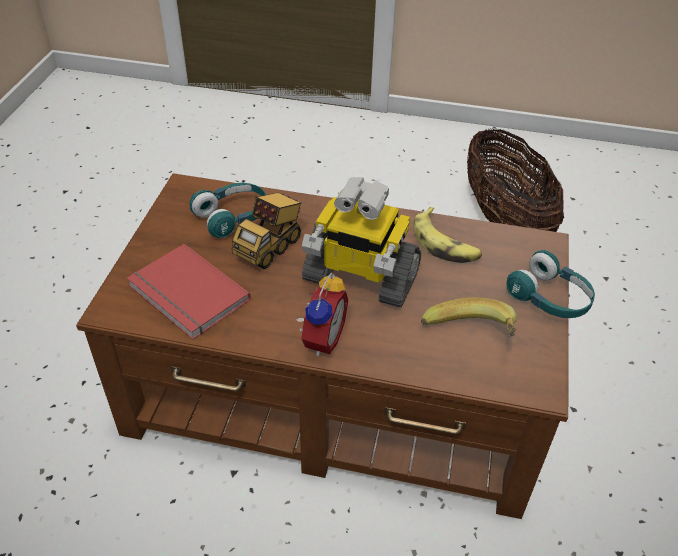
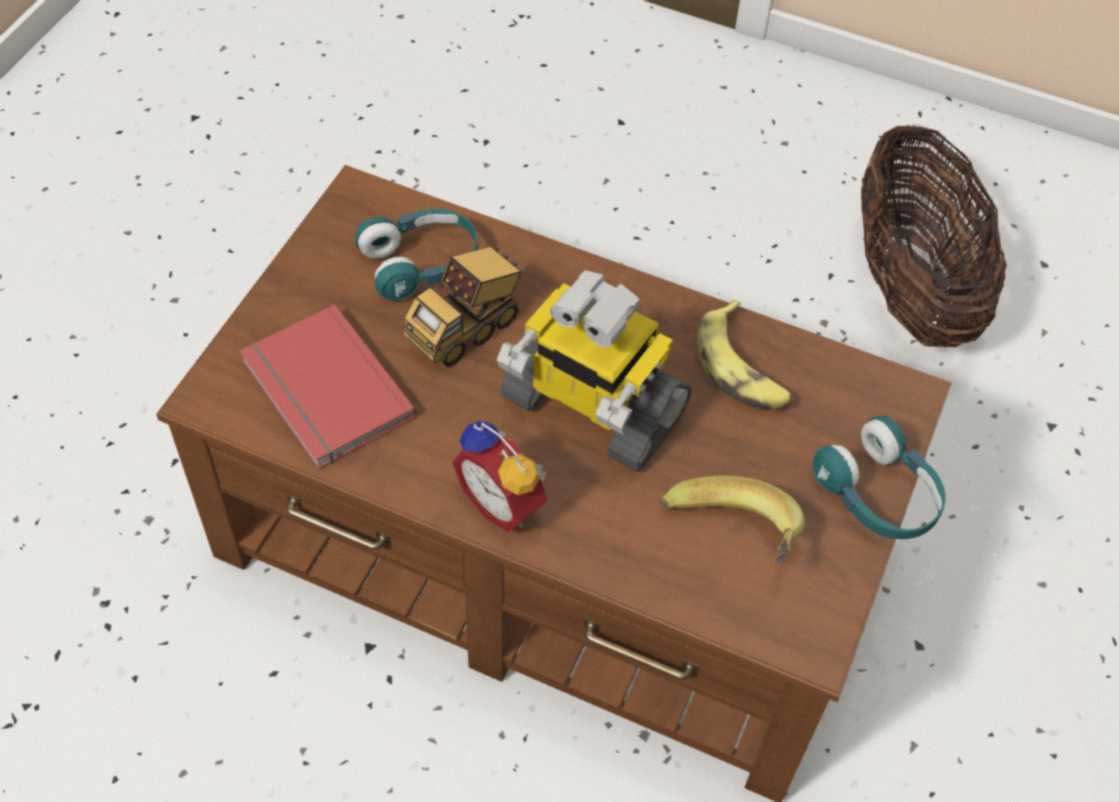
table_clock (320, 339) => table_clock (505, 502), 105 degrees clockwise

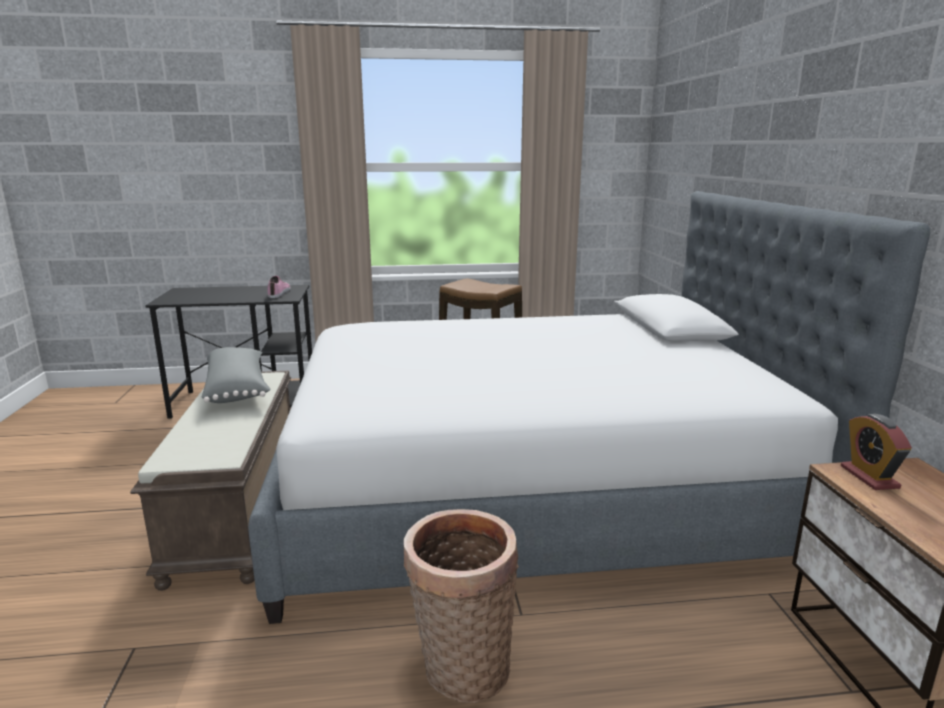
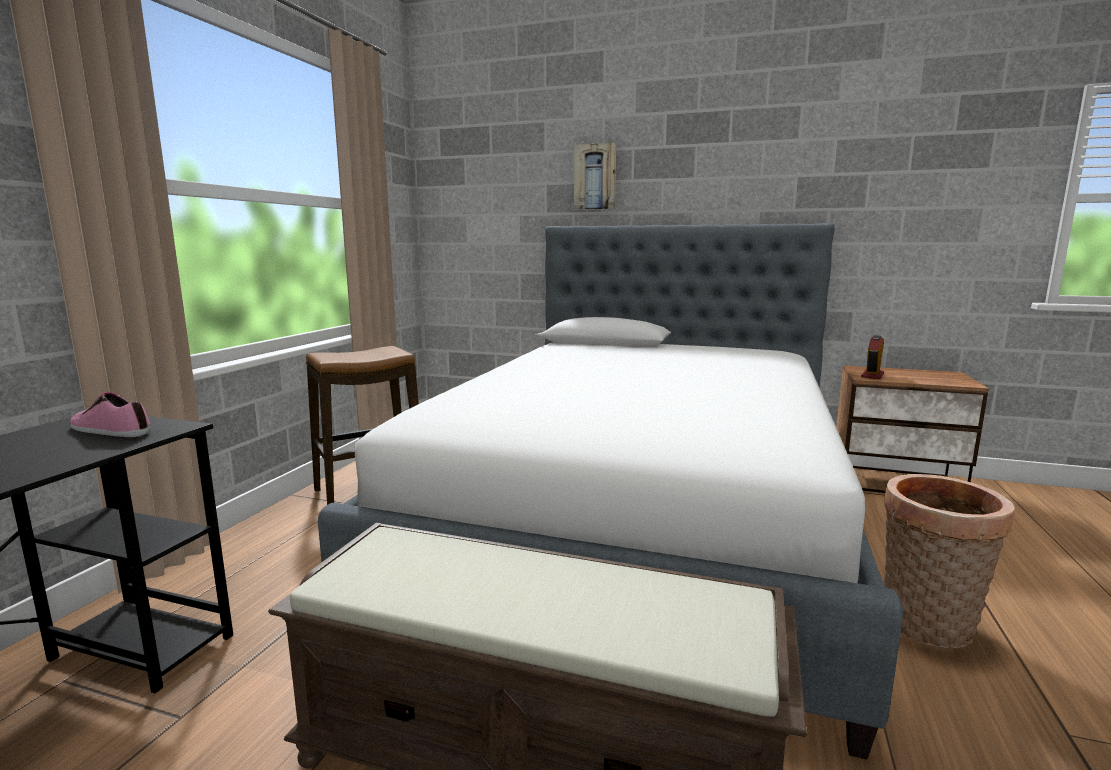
greyish_cushion (238, 389) => nothing
nothing => picture (595, 177)
table_clock (869, 477) => table_clock (872, 375), 105 degrees clockwise

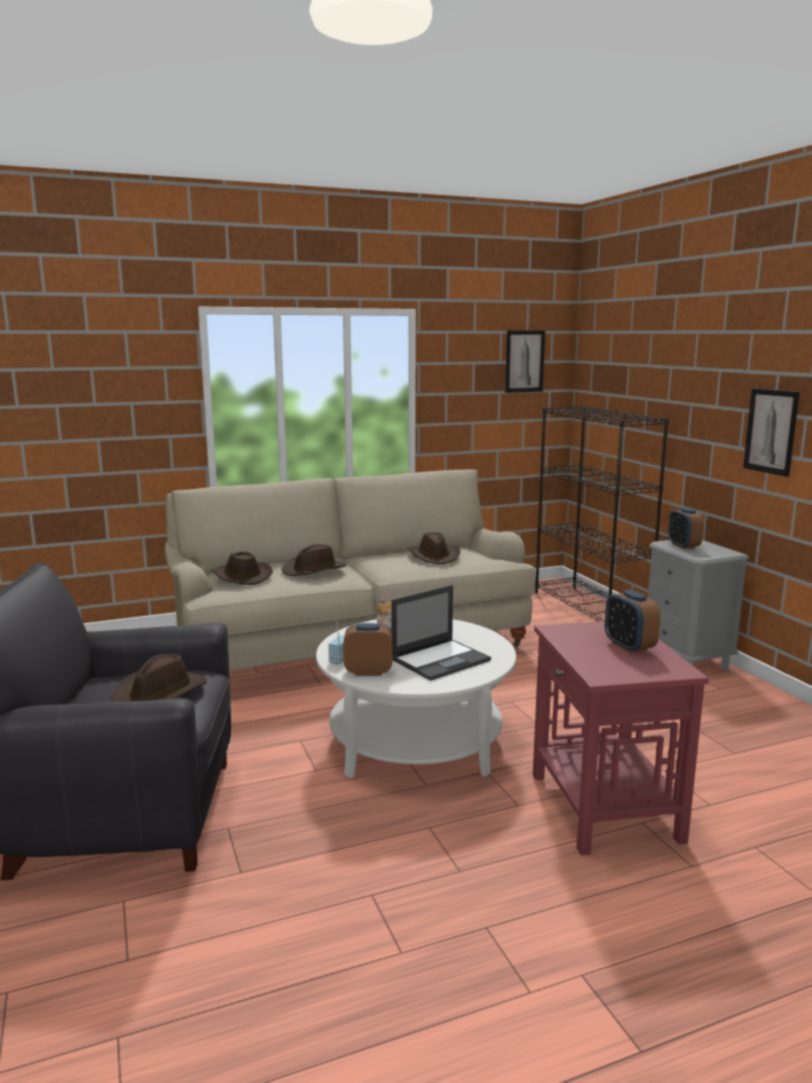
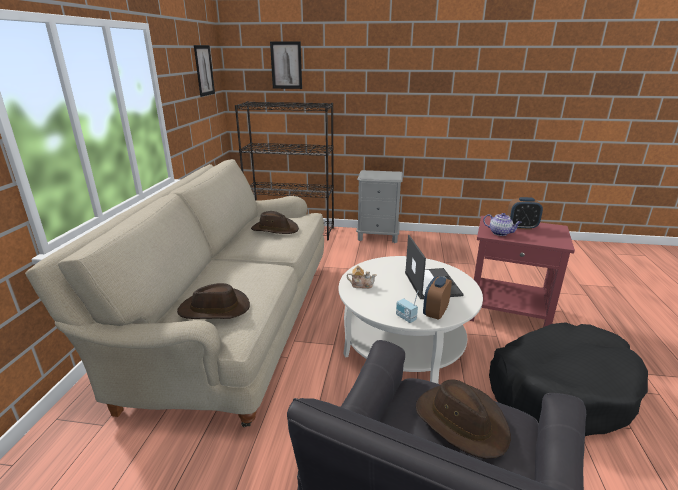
brown_hat (314, 570) => nothing
table_clock (683, 546) => nothing
nothing => pot_for_tea (500, 233)
nothing => black-coloured_dog_cushion (560, 389)
picture (771, 431) => picture (286, 65), move

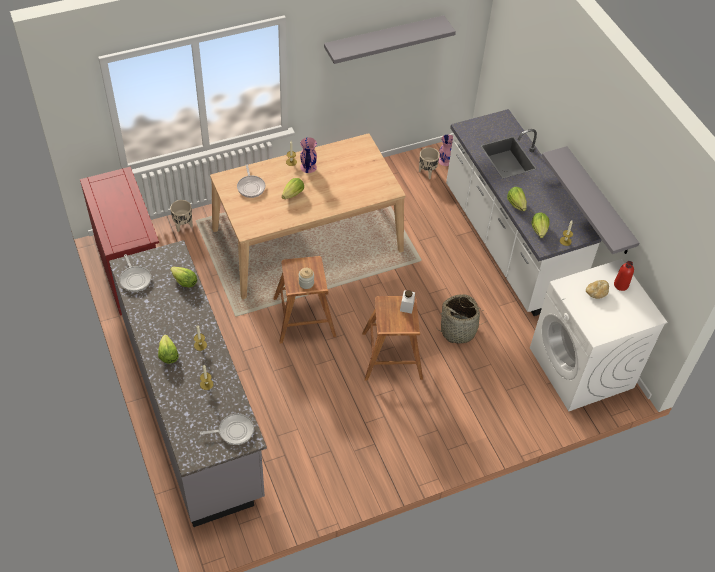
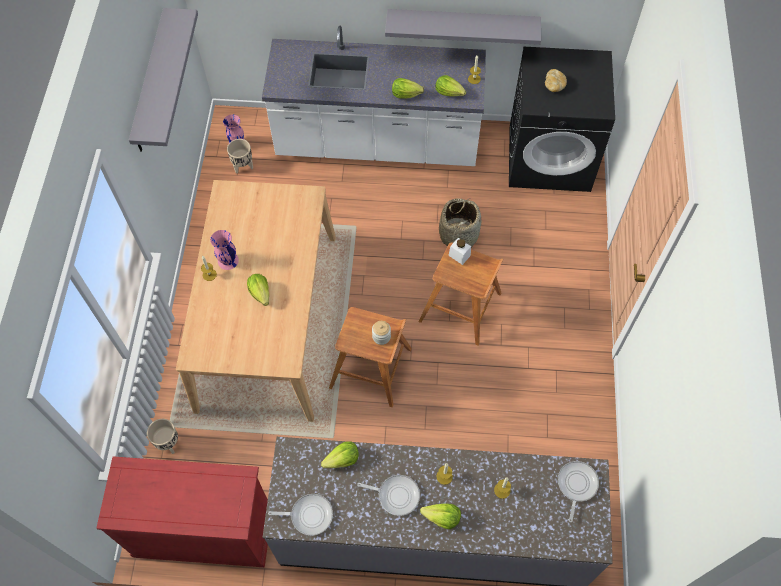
red-coloured_bottle (621, 285) => nothing
frying_pan (251, 186) => frying_pan (396, 495), move
white_washing_machine (582, 368) => black-coloured_washing_machine (550, 158)

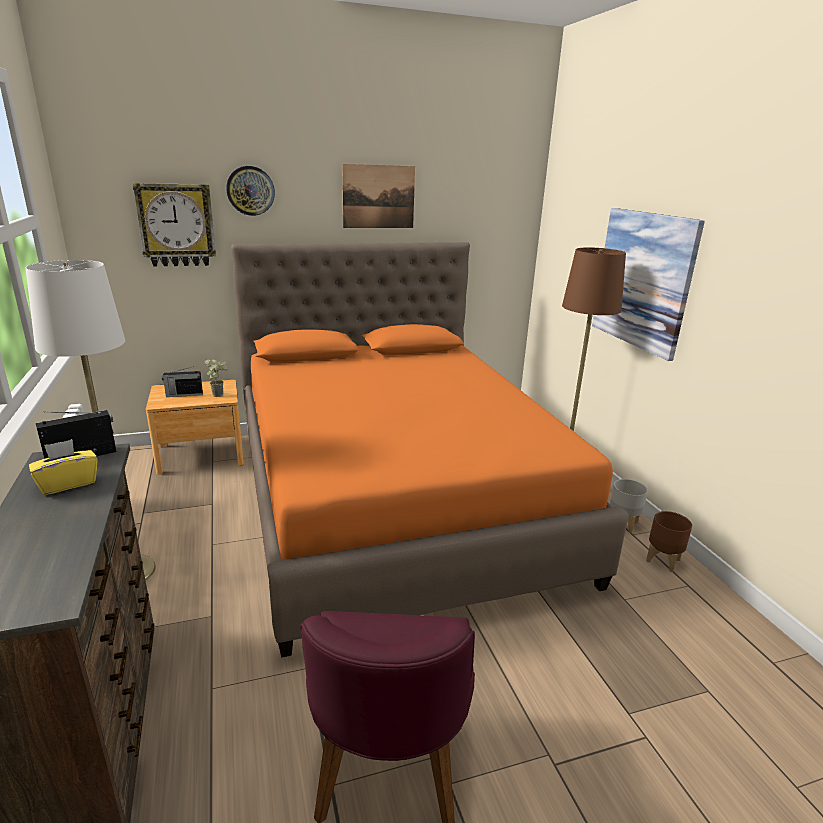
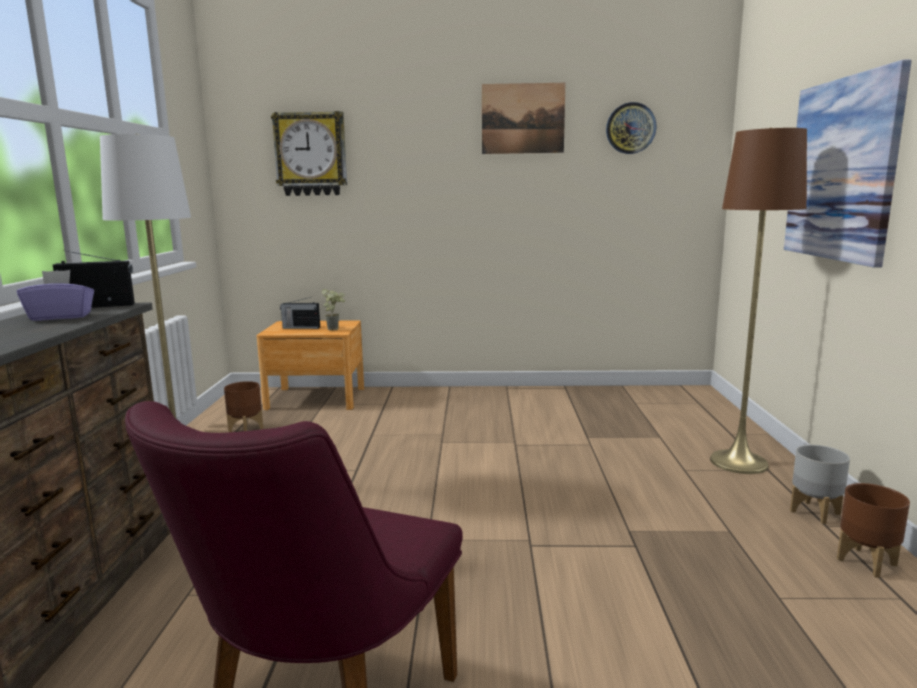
orange-coloured_bed (395, 498) => nothing
nothing => brown_plant_pot (246, 430)
hanging_clock (250, 190) => hanging_clock (630, 128), move
yellowish_tissue_holder (68, 483) => purple_tissue_holder (61, 317)

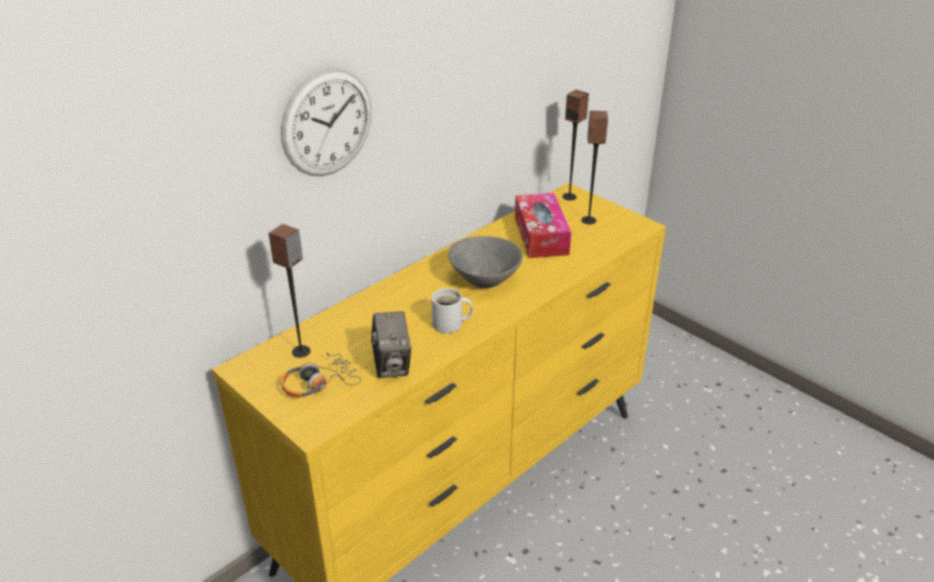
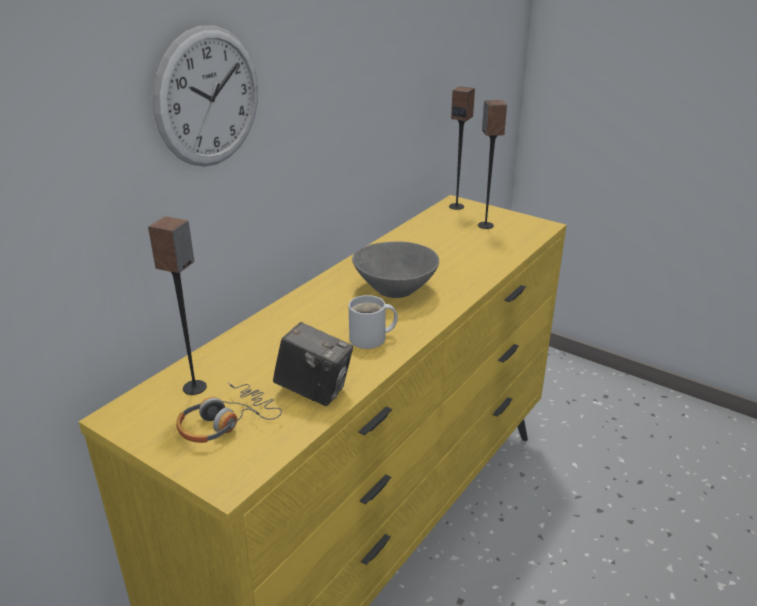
tissue_holder (541, 235) => nothing
photo_camera (392, 364) => photo_camera (314, 390), 45 degrees counterclockwise

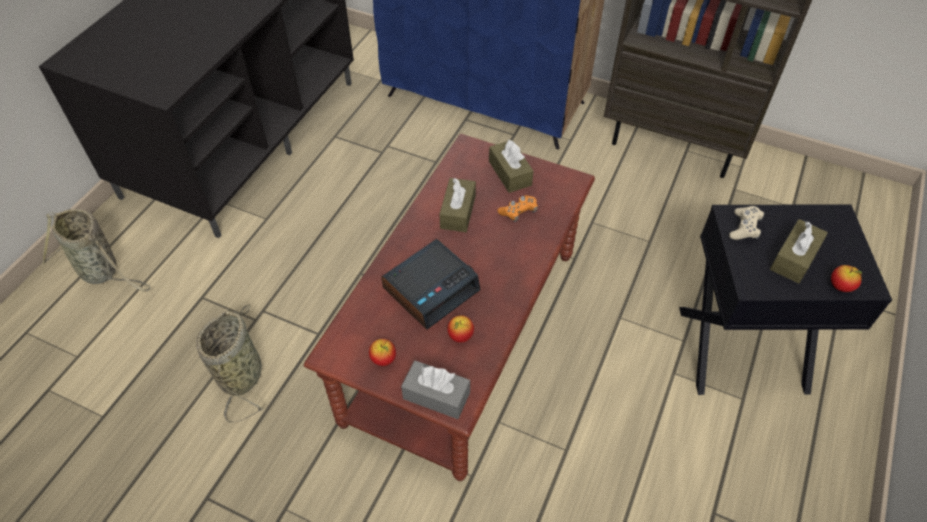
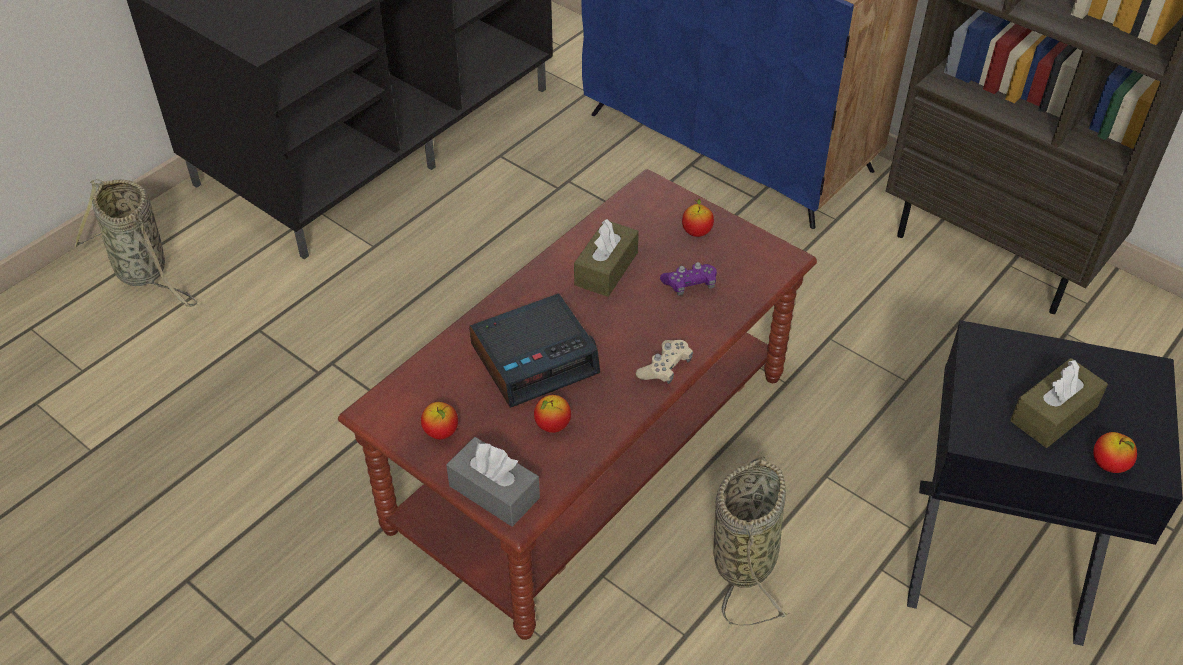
household_basket (241, 372) => household_basket (745, 555), move
beige-coloured_gamepad (744, 228) => beige-coloured_gamepad (665, 368), move
brown_tissue_holder (510, 173) => apple (696, 232)
orange-coloured_gamepad (518, 212) => purple_gamepad (690, 284)

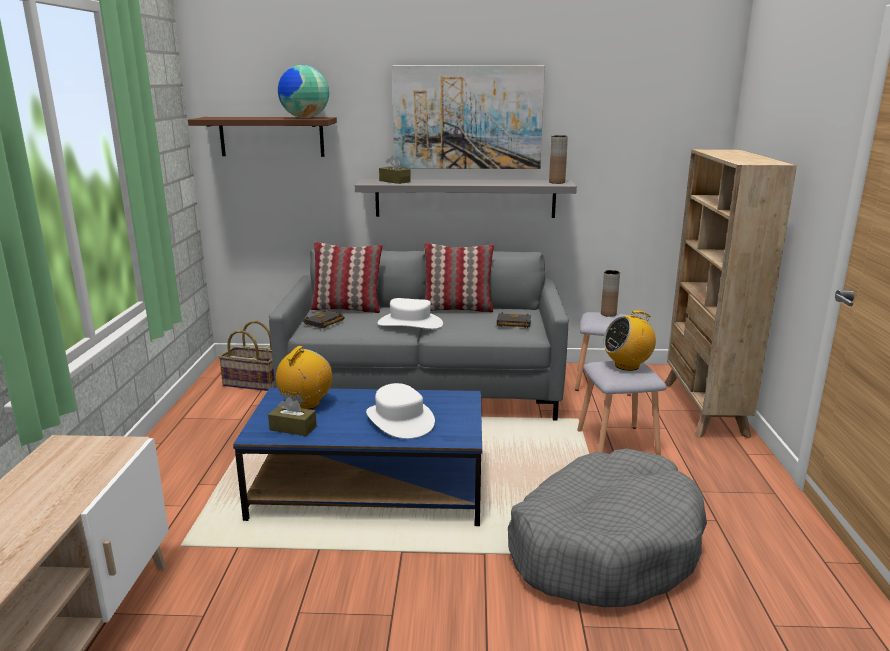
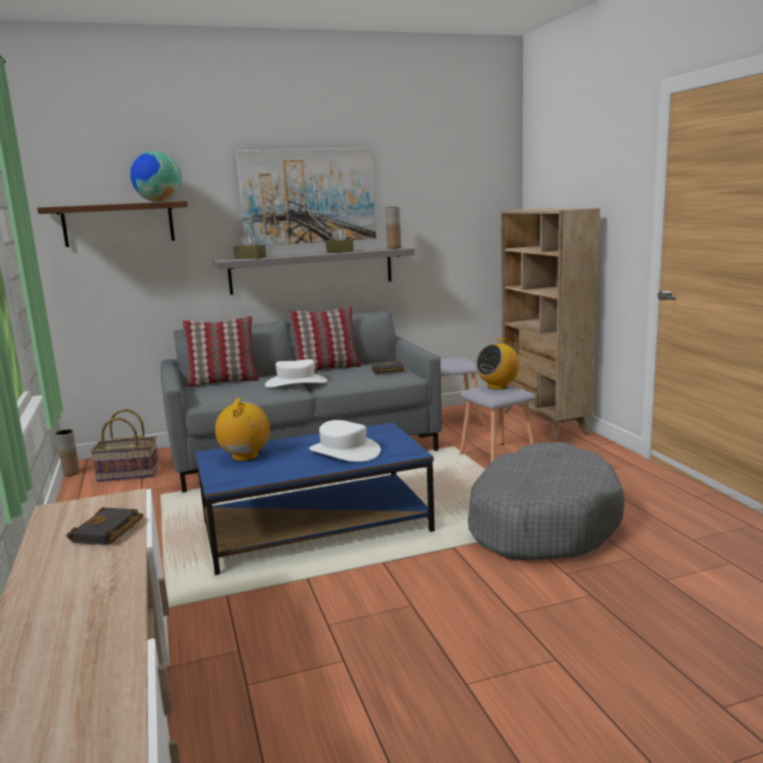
brown_tissue_holder (293, 428) => brown_tissue_holder (340, 251), move
black-coloured_bound_book (324, 323) => black-coloured_bound_book (108, 532), move
brown_decorative_vase (608, 314) => brown_decorative_vase (71, 473), move

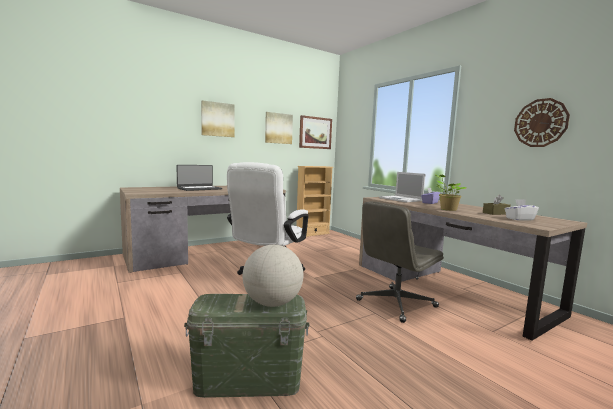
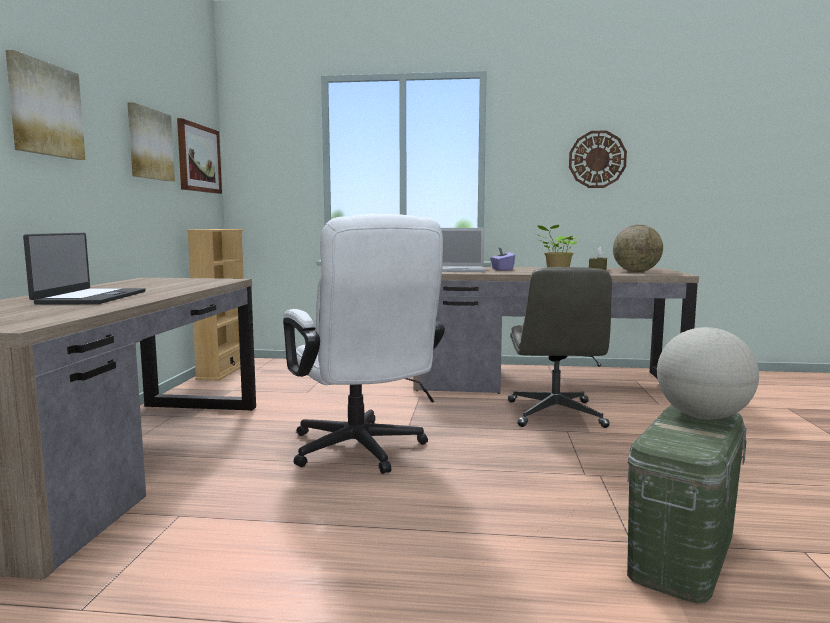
white_tissue_holder (519, 219) => desk_globe (636, 271)

